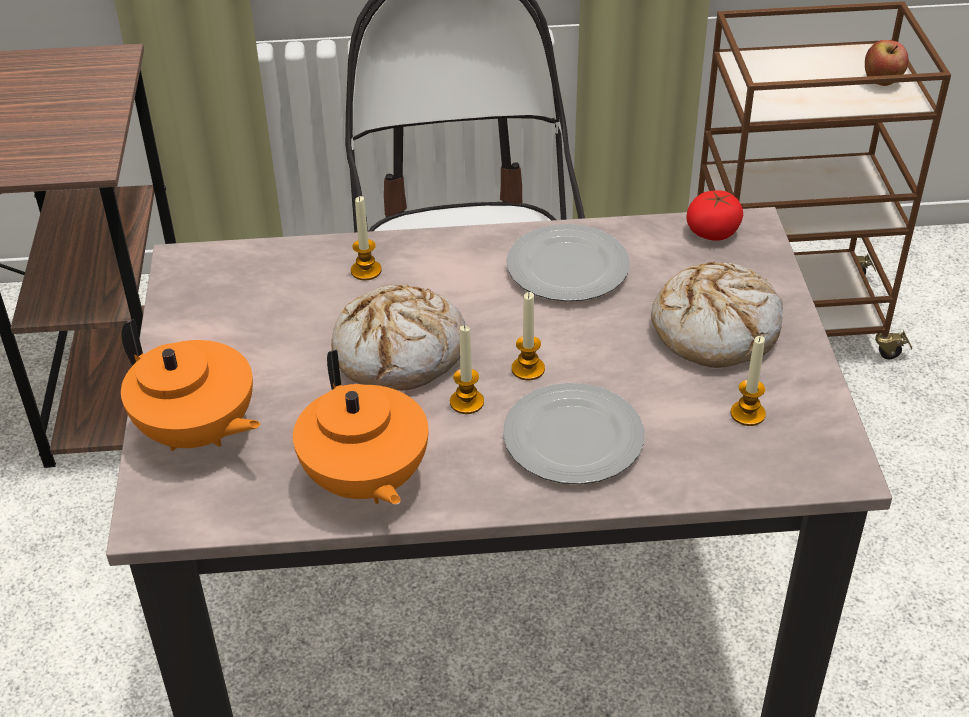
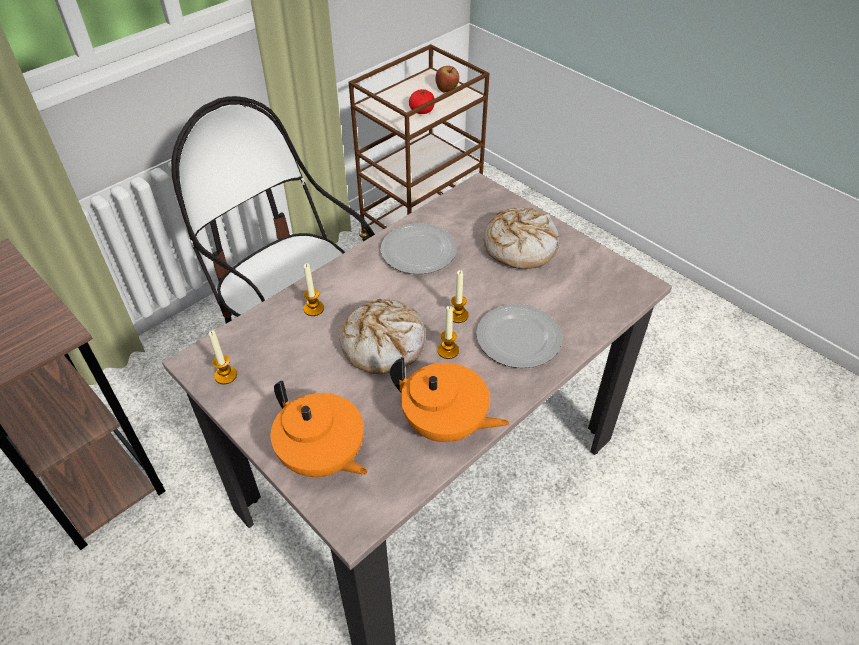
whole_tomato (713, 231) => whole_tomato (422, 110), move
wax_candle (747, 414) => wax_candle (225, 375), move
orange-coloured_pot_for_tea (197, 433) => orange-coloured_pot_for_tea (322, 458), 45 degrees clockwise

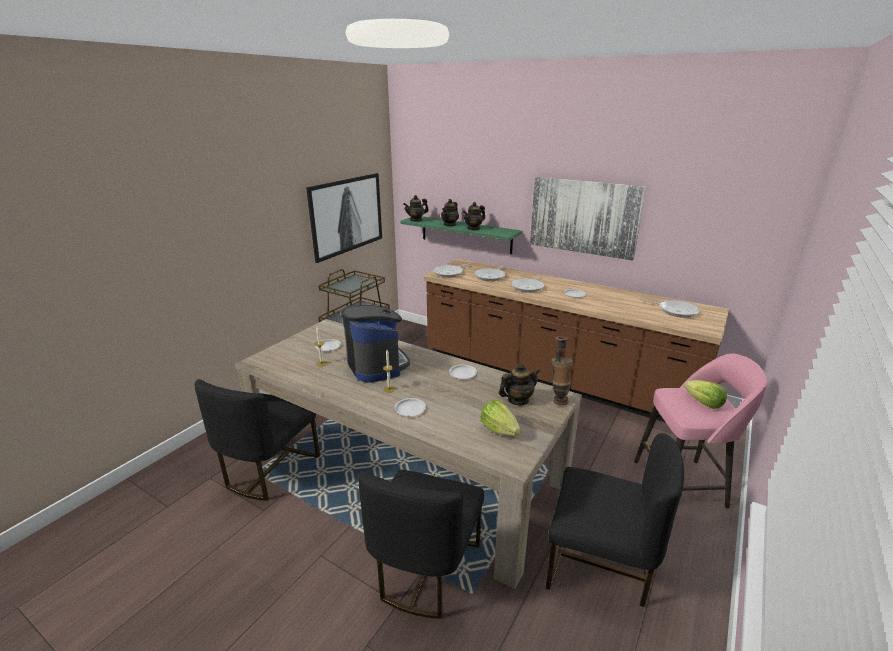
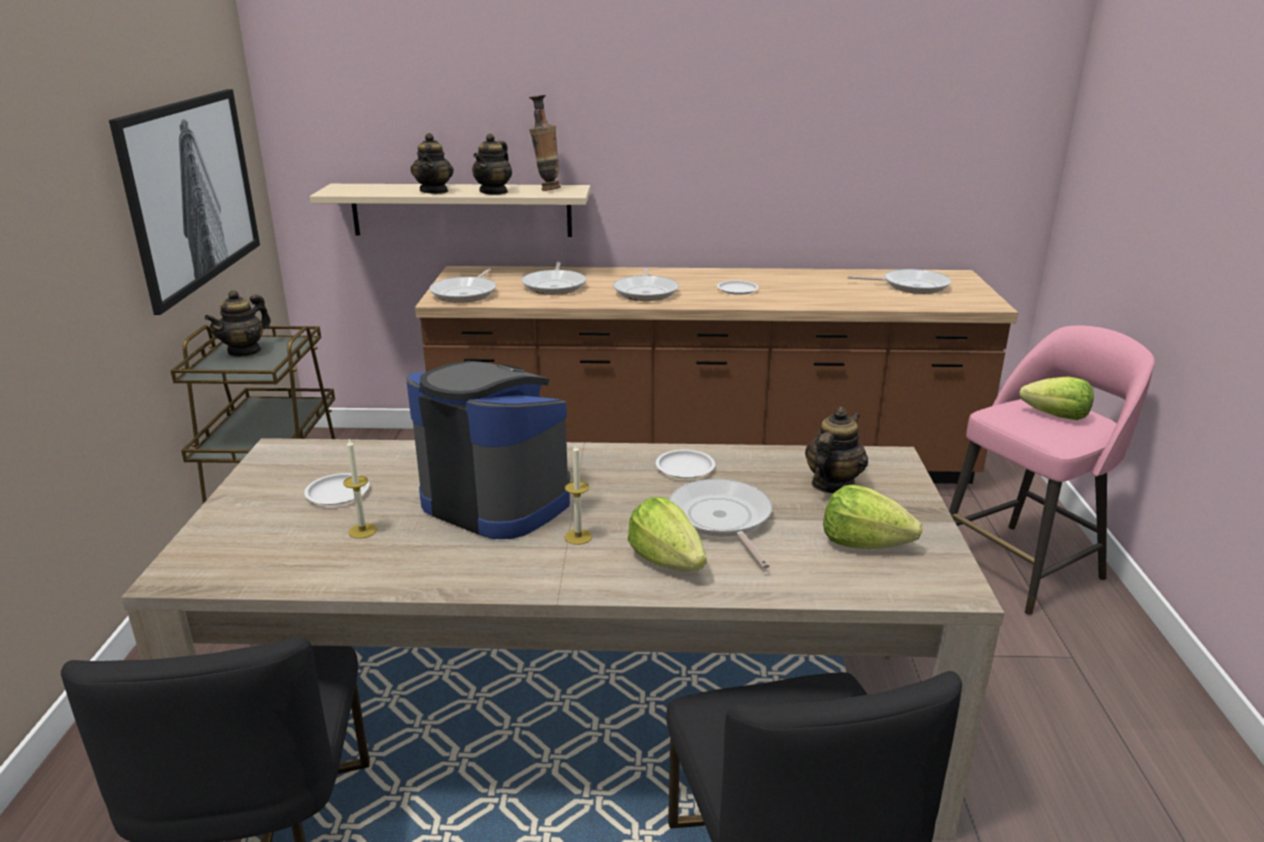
picture (584, 217) => nothing
black-coloured_upright_chair (598, 566) => nothing
nothing => frying_pan (721, 519)
pot_for_tea (416, 220) => pot_for_tea (244, 351), move
decorative_vase (558, 400) => decorative_vase (546, 189), move
white_plate (410, 409) => lettuce_head (666, 560)
green-coloured_bracket_shelf (465, 234) => beige-coloured_bracket_shelf (461, 210)

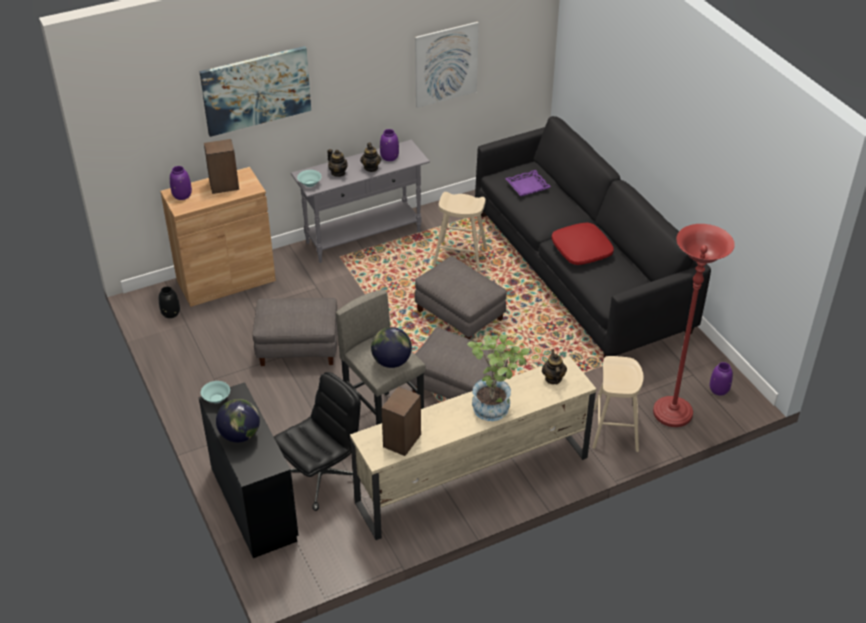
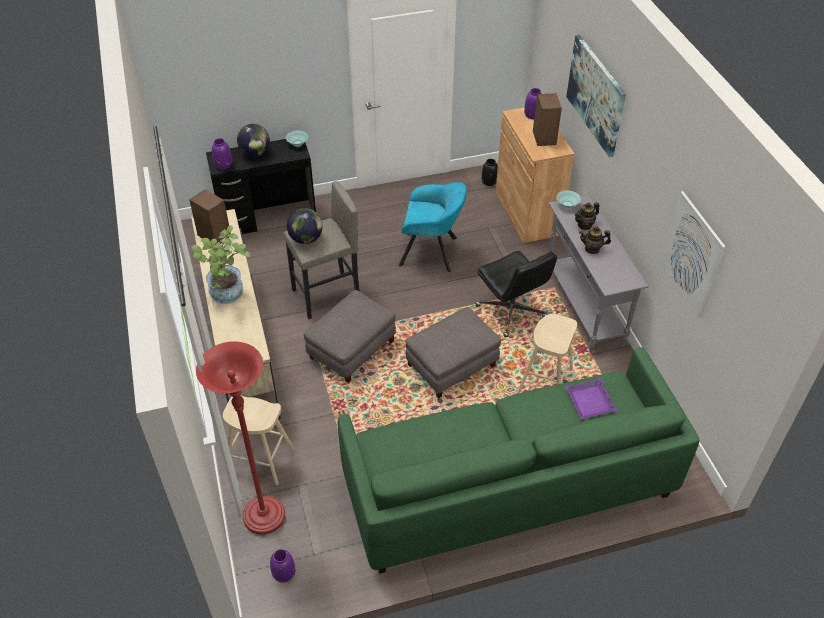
pot_for_tea (553, 379) => nothing
red-coloured_cushion (582, 250) => nothing
black-coloured_office_chair (321, 477) => black-coloured_office_chair (512, 312), move
purple_decorative_vase (389, 157) => purple_decorative_vase (223, 165), move
greyish_ottoman (298, 346) => blue-green_armchair (431, 252)
black-coloured_sofa (580, 271) => green-coloured_sofa (508, 485)

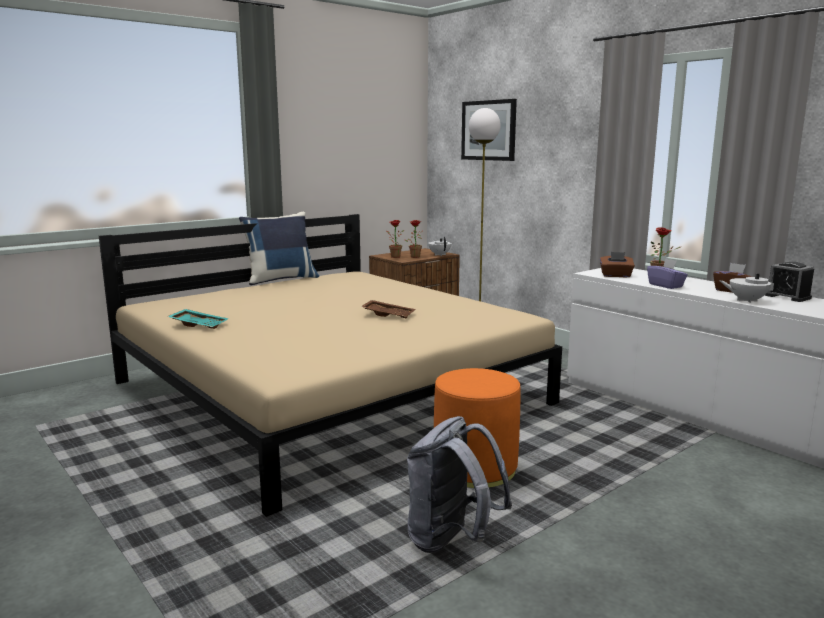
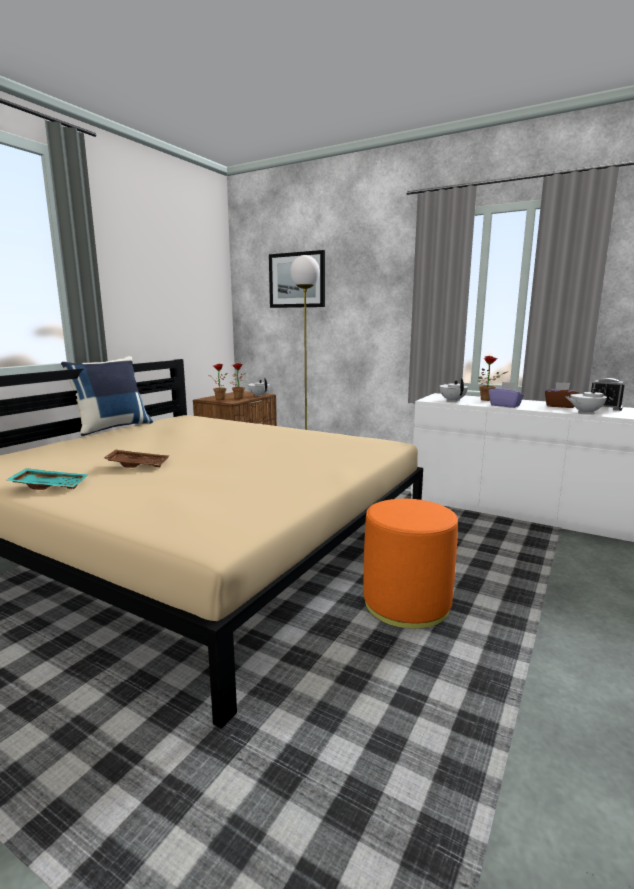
greyish_knapsack (451, 541) => nothing
brown_carrying_tray (388, 315) => brown_carrying_tray (138, 465), move
brown_tissue_holder (616, 275) => white_pot_for_tea (452, 400)

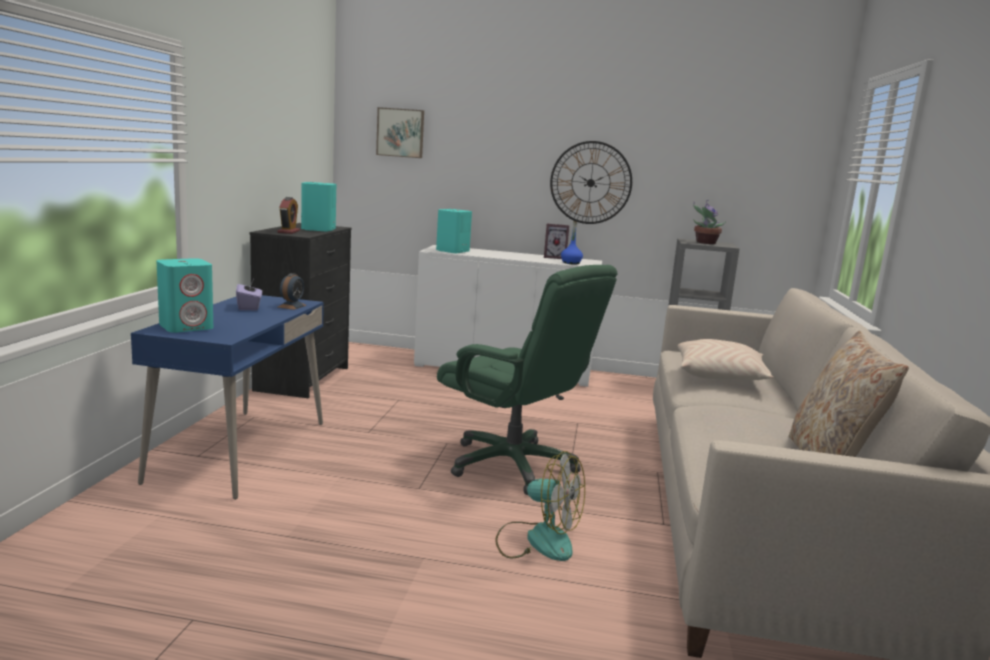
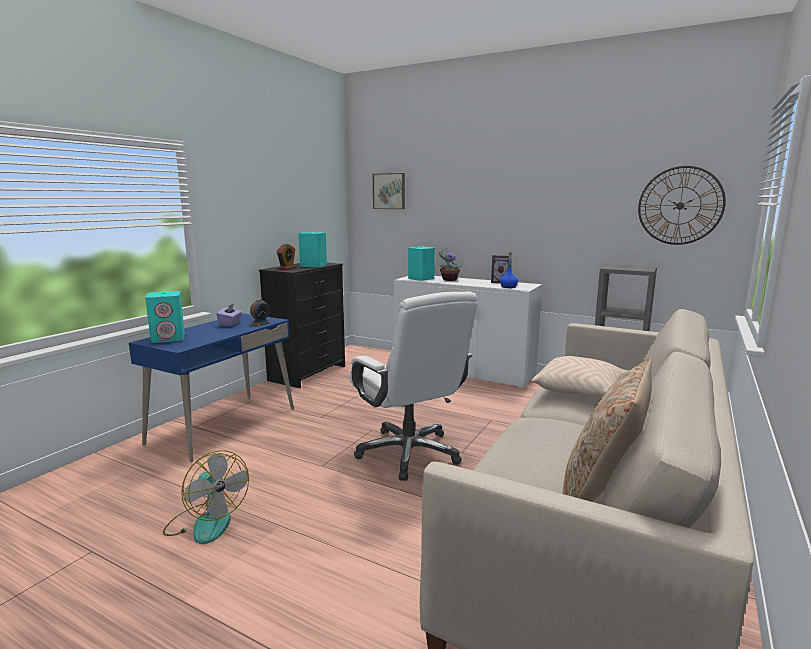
fan (537, 540) => fan (206, 522), move
hanging_clock (590, 183) => hanging_clock (680, 205), move
houseplant (704, 243) => houseplant (448, 280), move
green-coloured_office_chair (513, 465) => white_office_chair (409, 453)

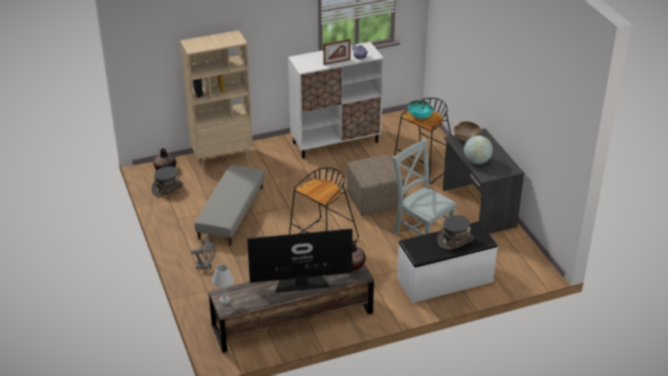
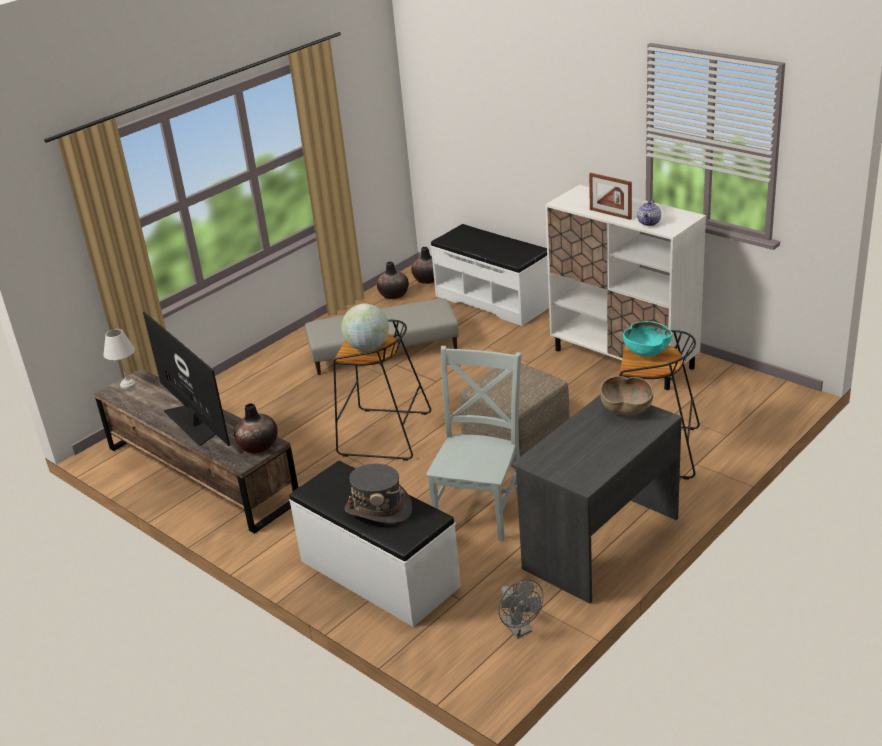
greyish_fan (206, 265) => greyish_fan (520, 630), move
desk_globe (477, 161) => desk_globe (367, 347), move
greyish_hat (167, 188) => decorative_vase (394, 295)
beige-coloured_bookshelf (222, 157) => white_bench (493, 300)

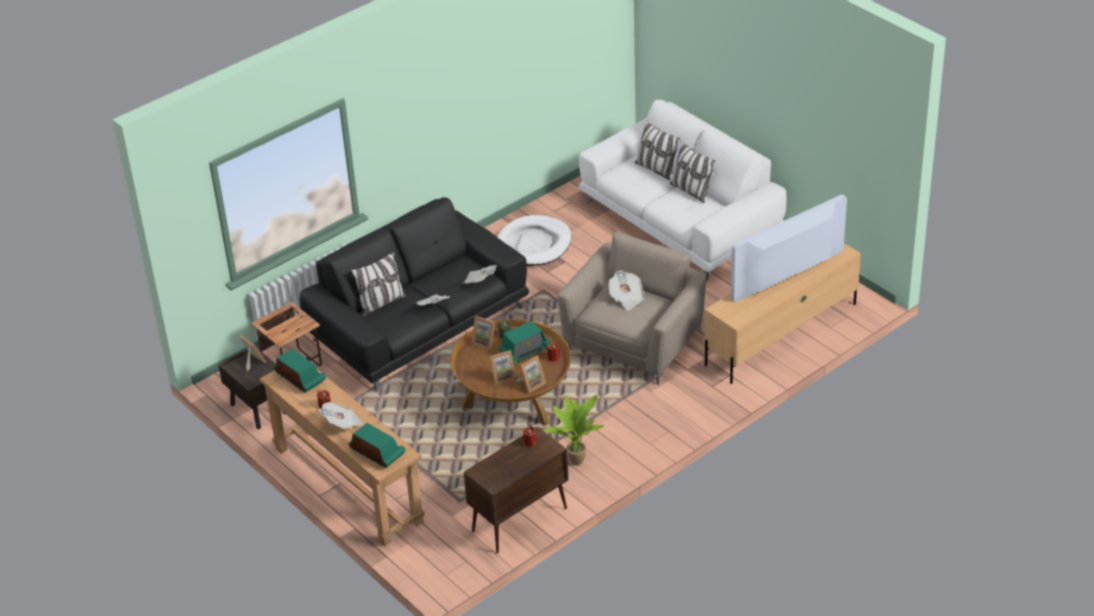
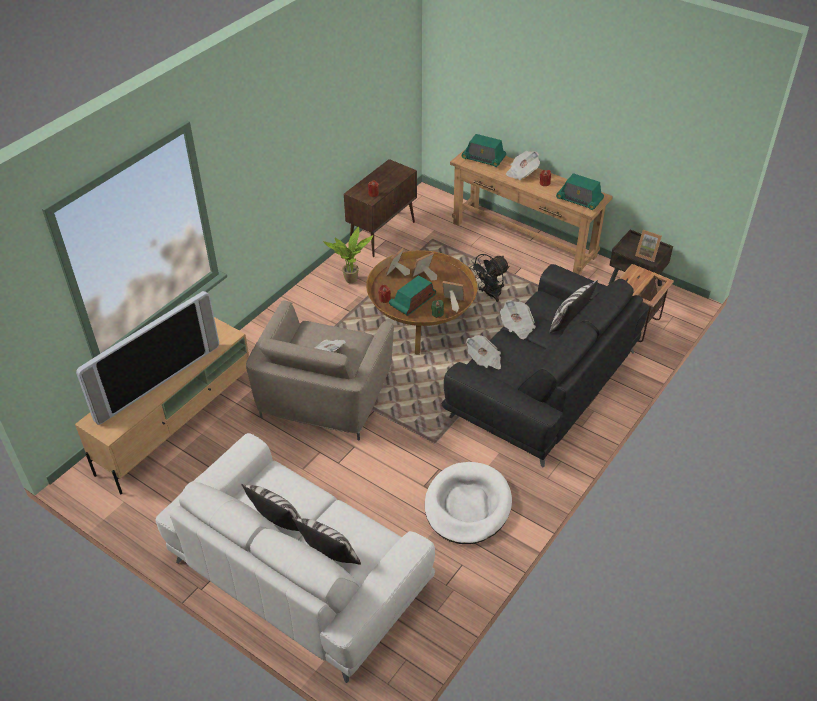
nothing => black-coloured_fan (489, 294)

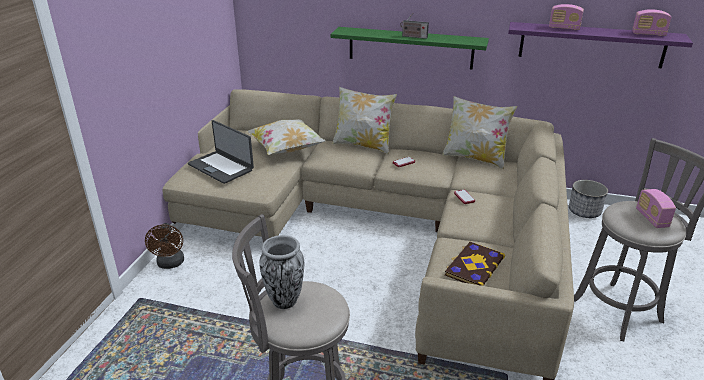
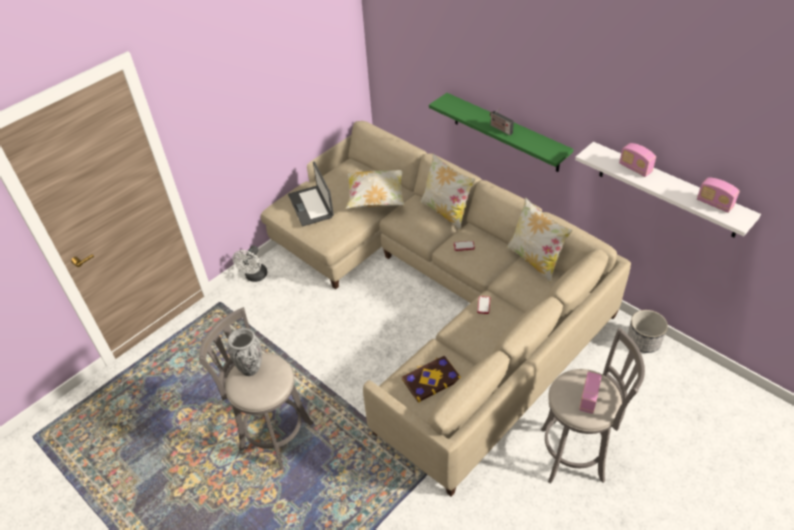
brown_fan (170, 264) => white_fan (255, 277)
purple_bracket_shelf (591, 45) => white_bracket_shelf (667, 190)

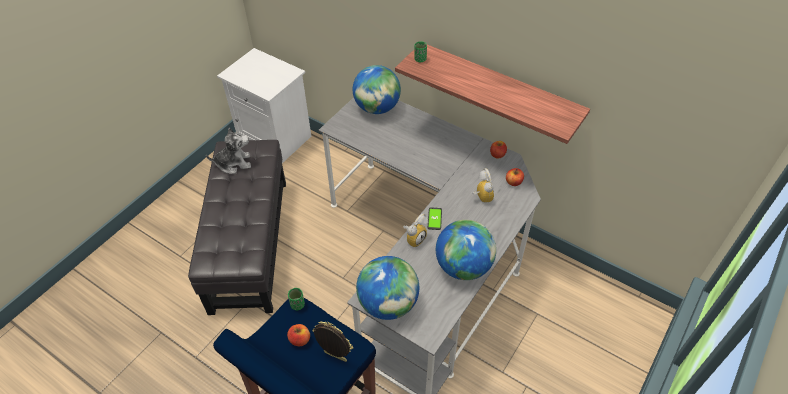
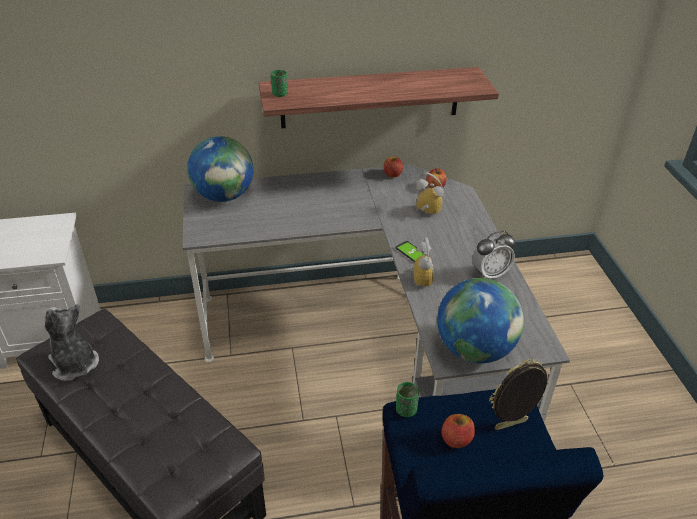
desk_globe (463, 266) => table_clock (490, 274)
soft_toy (234, 163) => soft_toy (74, 364), 75 degrees counterclockwise

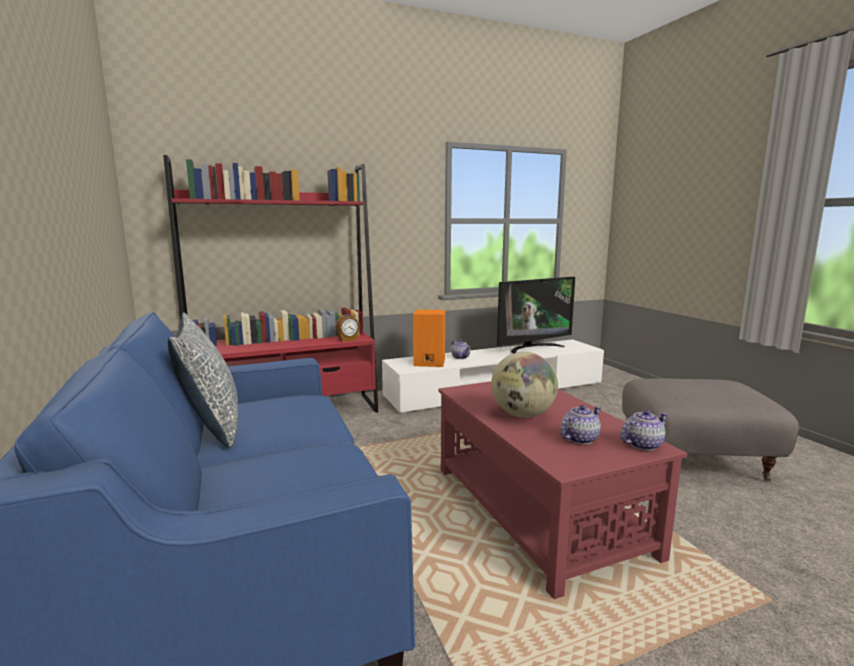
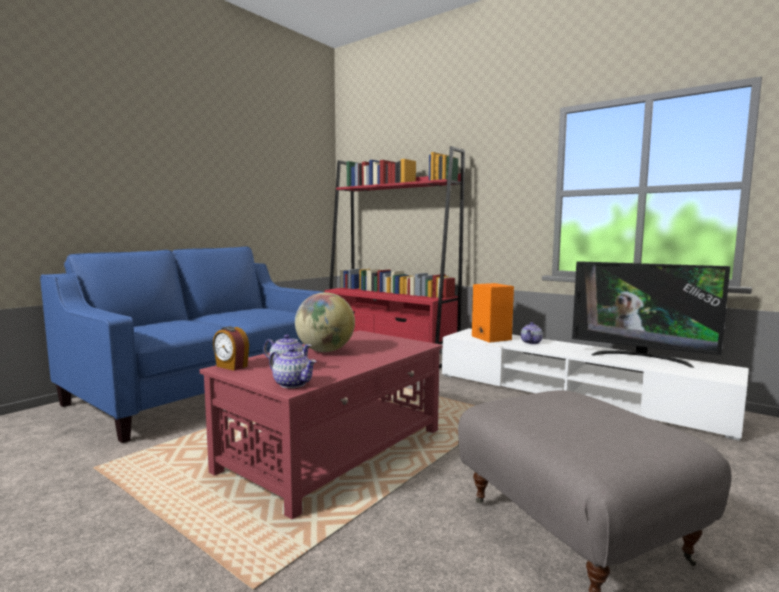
cushion (211, 425) => nothing
table_clock (348, 339) => table_clock (231, 366), move

